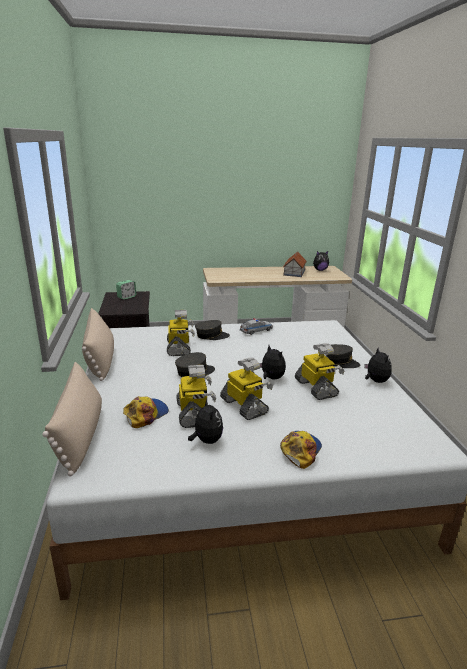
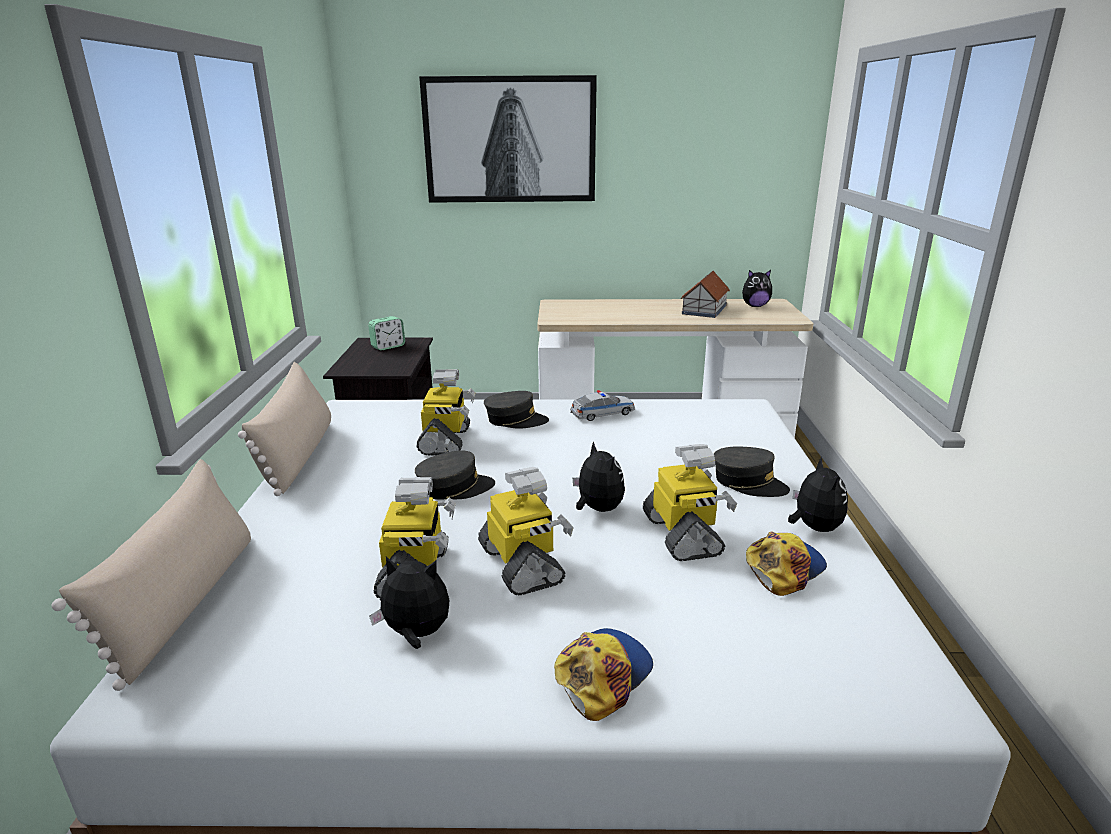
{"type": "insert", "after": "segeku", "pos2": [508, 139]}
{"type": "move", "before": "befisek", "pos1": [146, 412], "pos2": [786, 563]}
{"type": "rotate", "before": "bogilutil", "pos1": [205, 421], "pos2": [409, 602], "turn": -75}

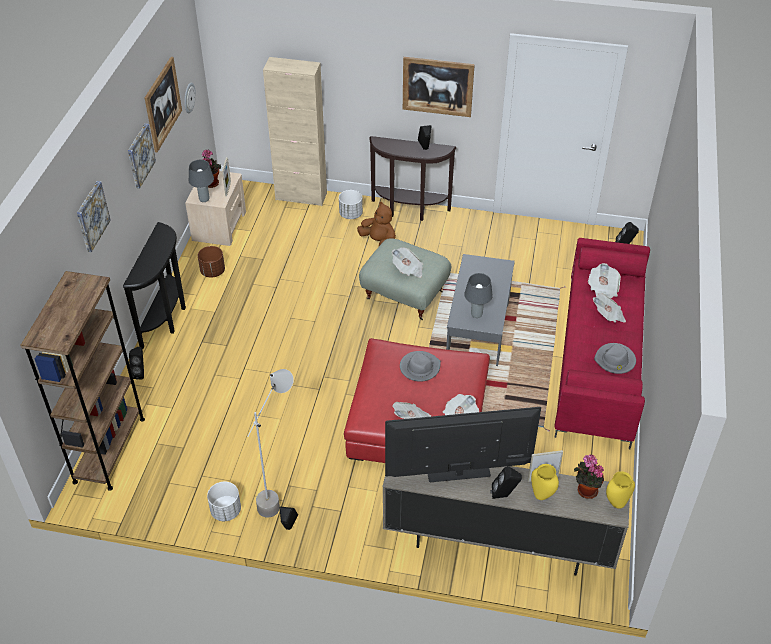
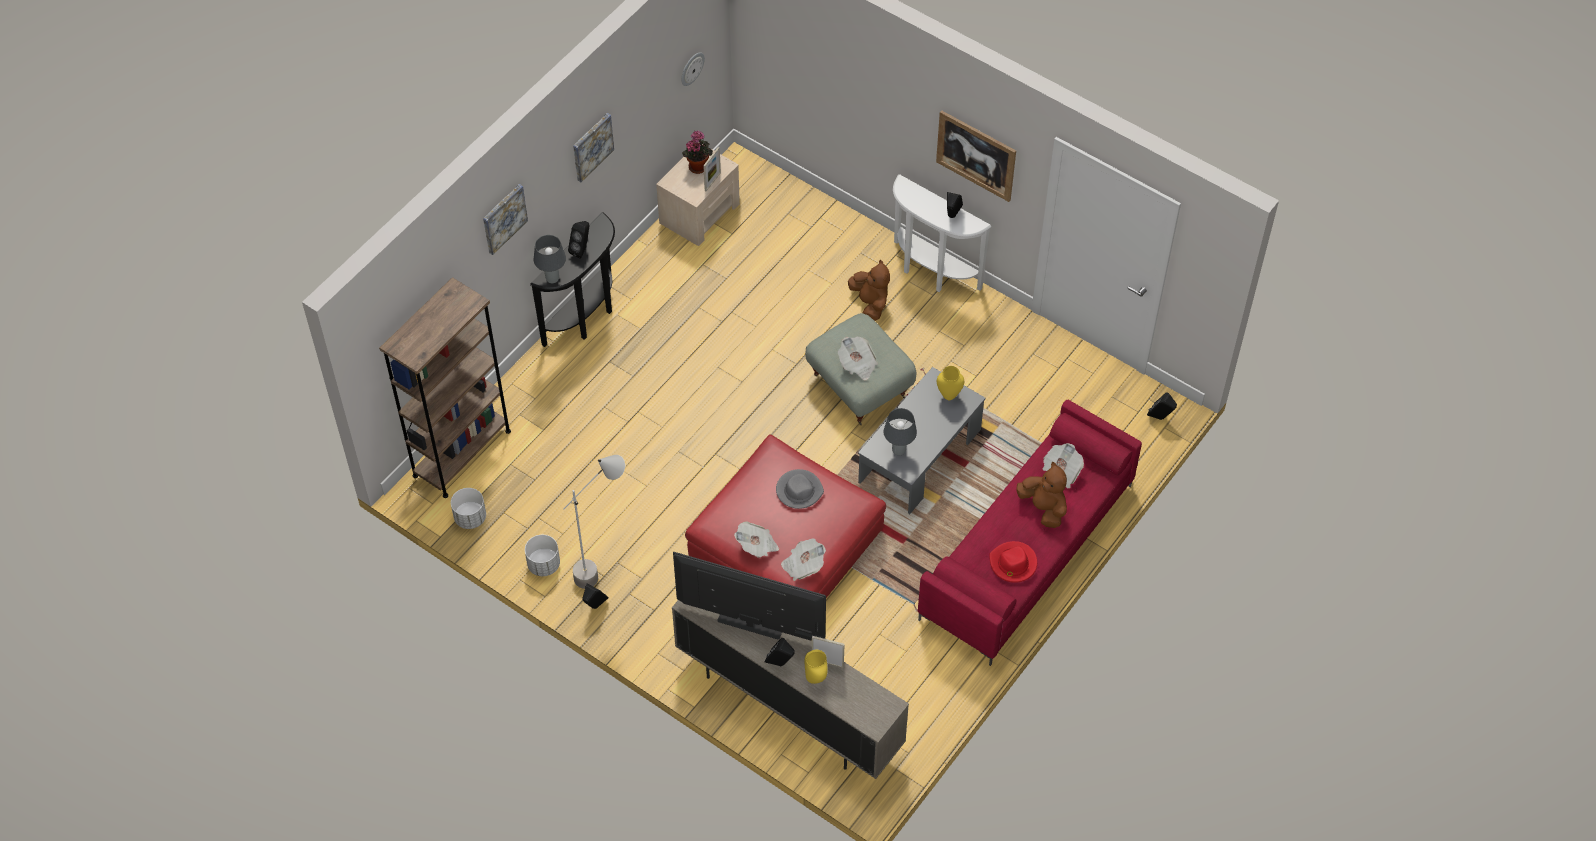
{"type": "delete", "before": "segeku", "pos1": [163, 104]}
{"type": "delete", "before": "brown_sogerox", "pos1": [211, 262]}
{"type": "delete", "before": "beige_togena", "pos1": [295, 131]}
{"type": "delete", "before": "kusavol", "pos1": [589, 477]}
{"type": "move", "before": "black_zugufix", "pos1": [136, 363], "pos2": [579, 240]}
{"type": "move", "before": "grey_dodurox", "pos1": [201, 180], "pos2": [550, 259]}
{"type": "move", "before": "white_sogerox", "pos1": [351, 204], "pos2": [468, 508]}
{"type": "move", "before": "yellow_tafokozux", "pos1": [620, 490], "pos2": [950, 383]}
{"type": "replace", "before": "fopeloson", "after": "brown_bogilutil", "pos1": [609, 308], "pos2": [1041, 495]}
{"type": "recolor", "before": "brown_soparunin", "after": "white_soparunin", "pos1": [413, 178], "pos2": [942, 233]}
{"type": "recolor", "before": "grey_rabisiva", "after": "red_rabisiva", "pos1": [615, 358], "pos2": [1013, 562]}

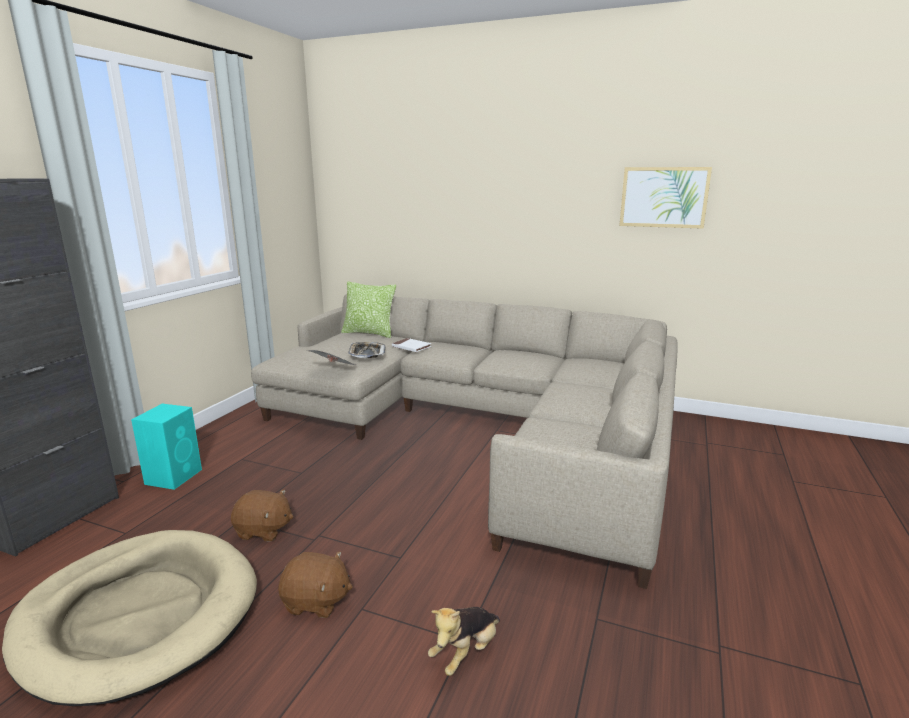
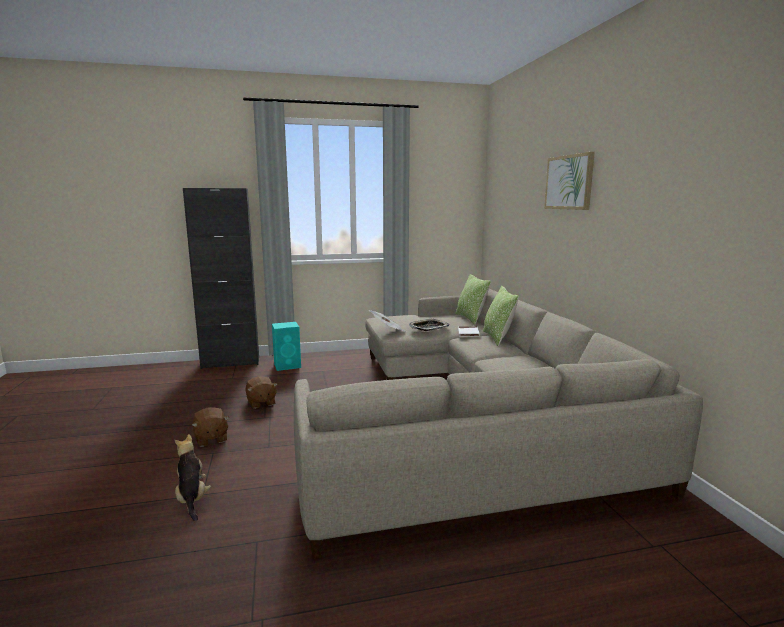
{"type": "delete", "before": "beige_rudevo", "pos1": [129, 618]}
{"type": "insert", "after": "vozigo", "pos2": [501, 316]}
{"type": "move", "before": "segeku", "pos1": [665, 198], "pos2": [569, 181]}
{"type": "rotate", "before": "bogilutil", "pos1": [464, 641], "pos2": [193, 477], "turn": 60}

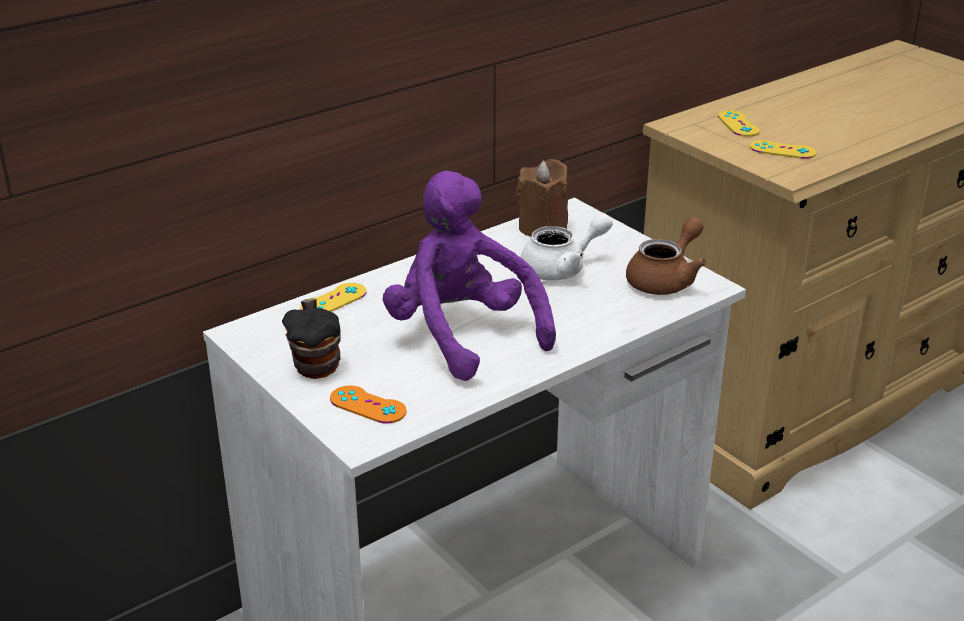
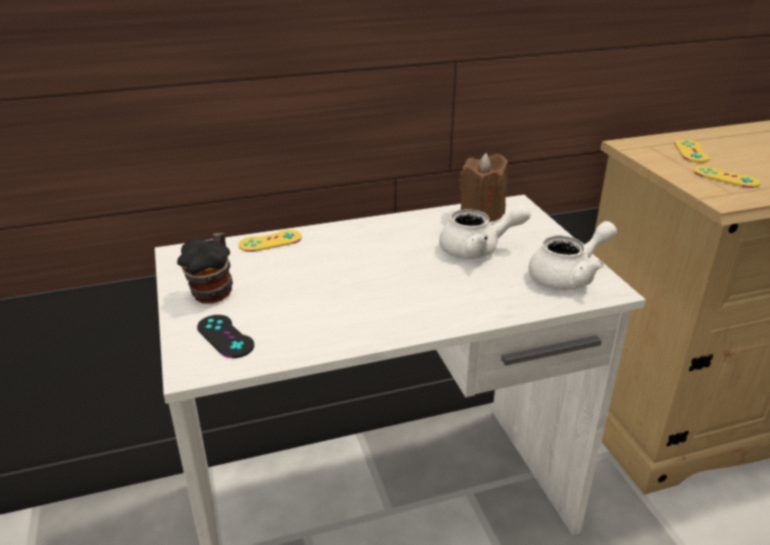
{"type": "delete", "before": "purple_bogilutil", "pos1": [469, 276]}
{"type": "recolor", "before": "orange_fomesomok", "after": "black_fomesomok", "pos1": [368, 404], "pos2": [225, 336]}
{"type": "recolor", "before": "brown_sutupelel", "after": "white_sutupelel", "pos1": [666, 256], "pos2": [573, 255]}

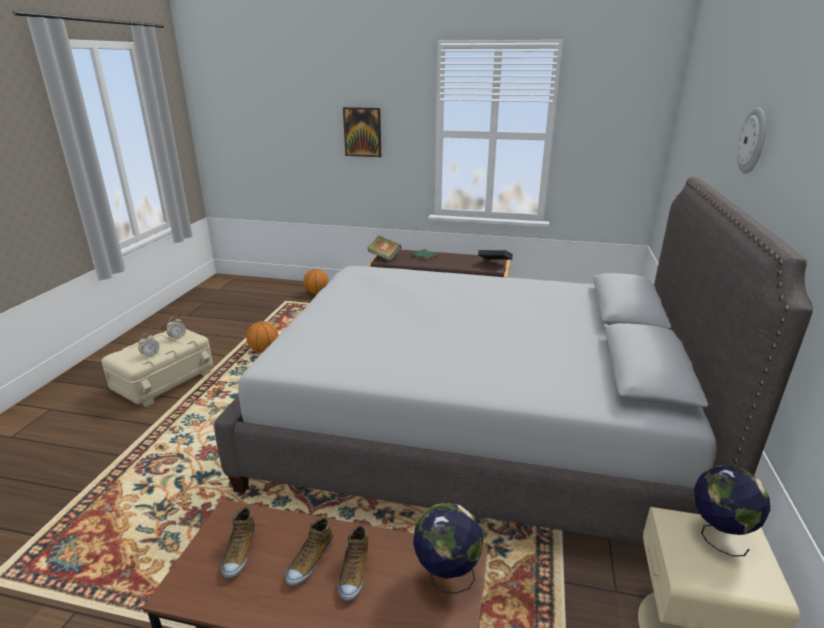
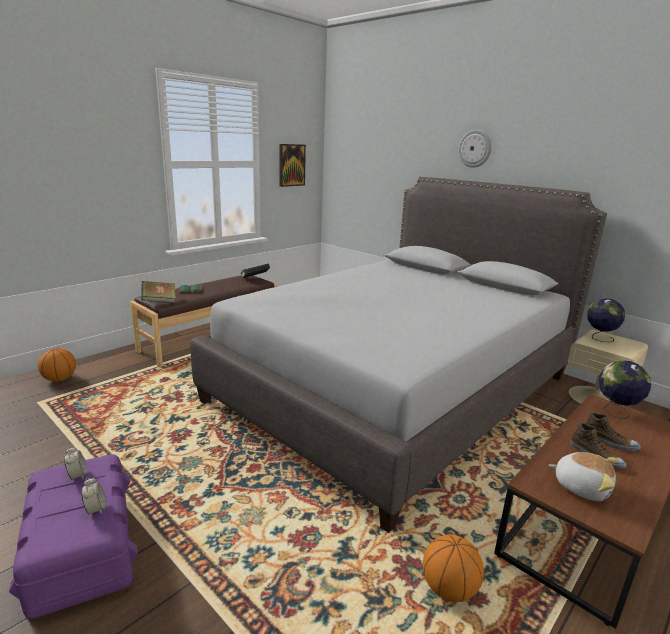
{"type": "move", "before": "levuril", "pos1": [262, 337], "pos2": [453, 568]}
{"type": "move", "before": "segeku", "pos1": [362, 132], "pos2": [292, 165]}
{"type": "replace", "before": "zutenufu", "after": "bogilutil", "pos1": [238, 542], "pos2": [583, 476]}
{"type": "recolor", "before": "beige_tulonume", "after": "purple_tulonume", "pos1": [157, 368], "pos2": [73, 537]}

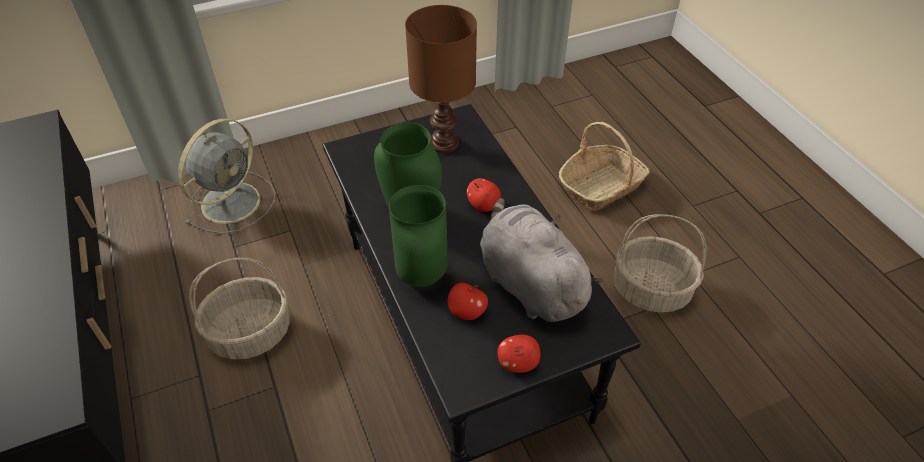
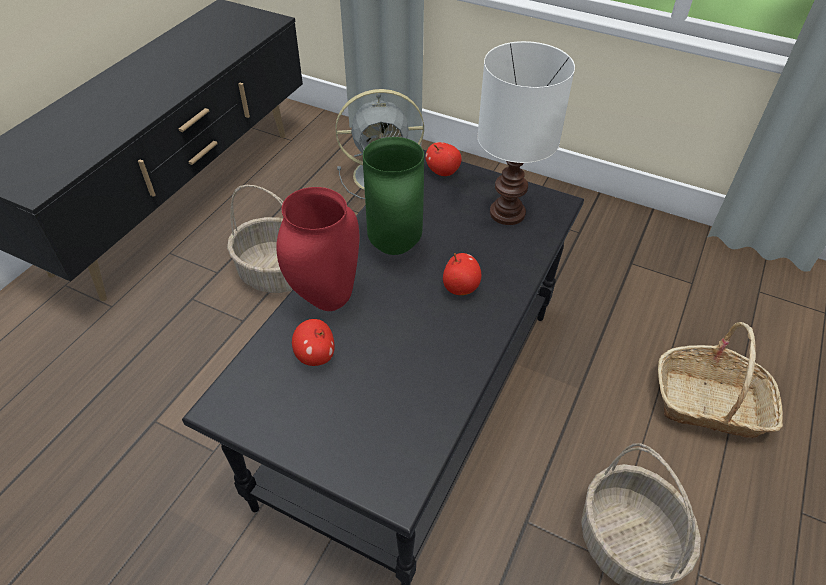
{"type": "delete", "before": "grey_bogilutil", "pos1": [541, 260]}
{"type": "move", "before": "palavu", "pos1": [519, 354], "pos2": [443, 159]}
{"type": "recolor", "before": "green_tafokozux", "after": "red_tafokozux", "pos1": [418, 236], "pos2": [317, 249]}
{"type": "recolor", "before": "brown_dodurox", "after": "white_dodurox", "pos1": [441, 79], "pos2": [526, 133]}

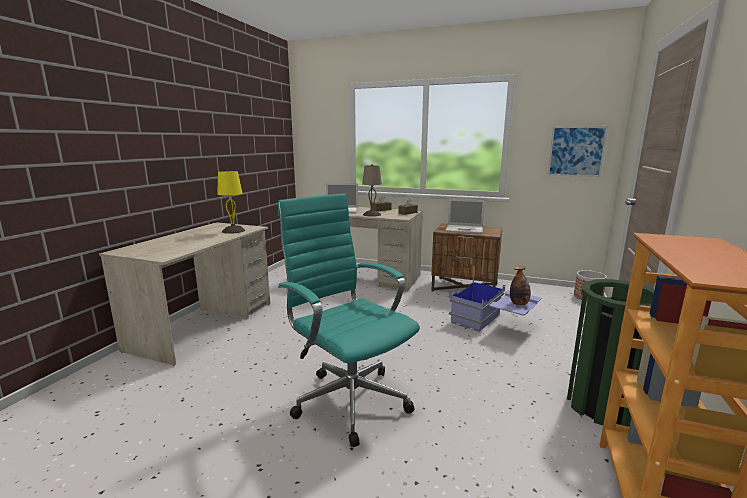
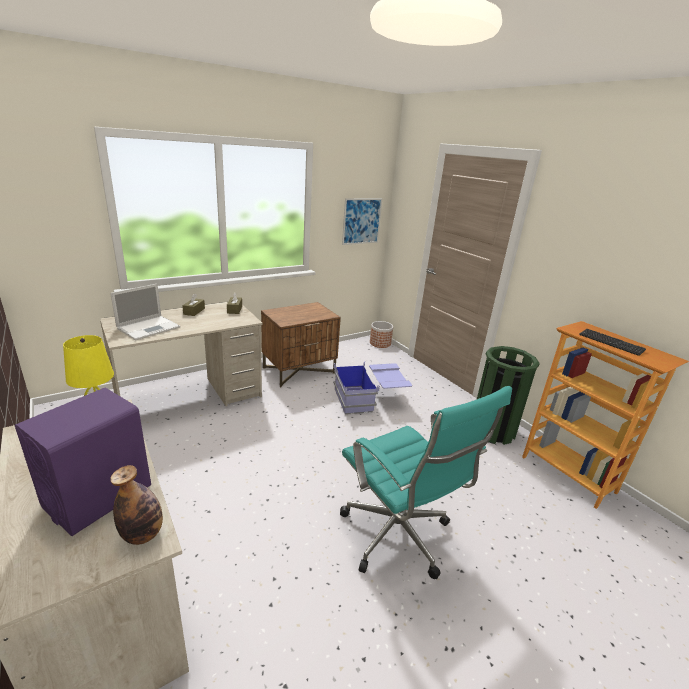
{"type": "delete", "before": "beige_dodurox", "pos1": [372, 190]}
{"type": "delete", "before": "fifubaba", "pos1": [465, 216]}
{"type": "insert", "after": "purple_zugufix", "pos2": [83, 462]}
{"type": "insert", "after": "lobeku", "pos2": [612, 342]}
{"type": "move", "before": "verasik", "pos1": [520, 285], "pos2": [136, 505]}
{"type": "rotate", "before": "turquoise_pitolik", "pos1": [349, 320], "pos2": [426, 482], "turn": -120}

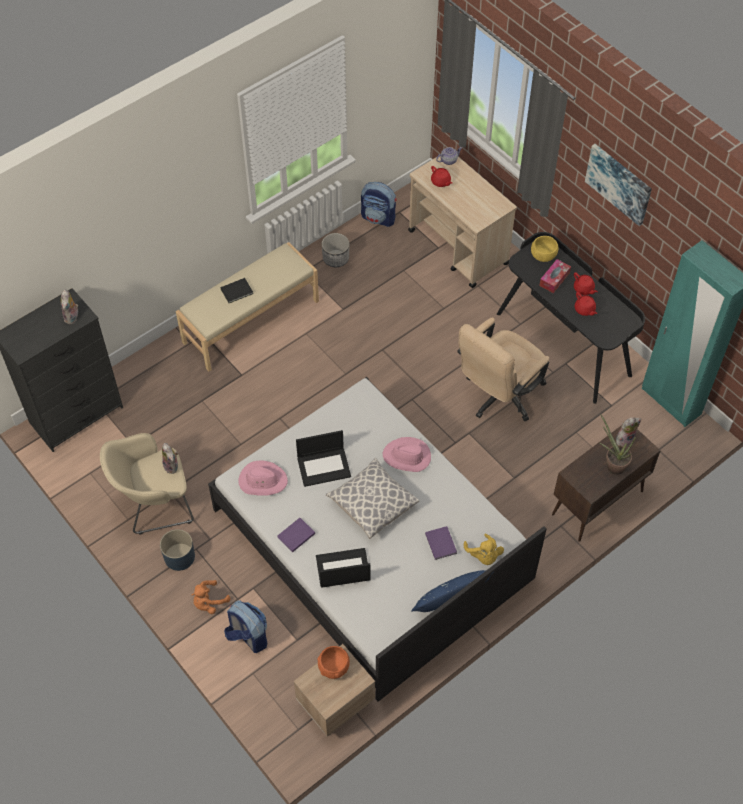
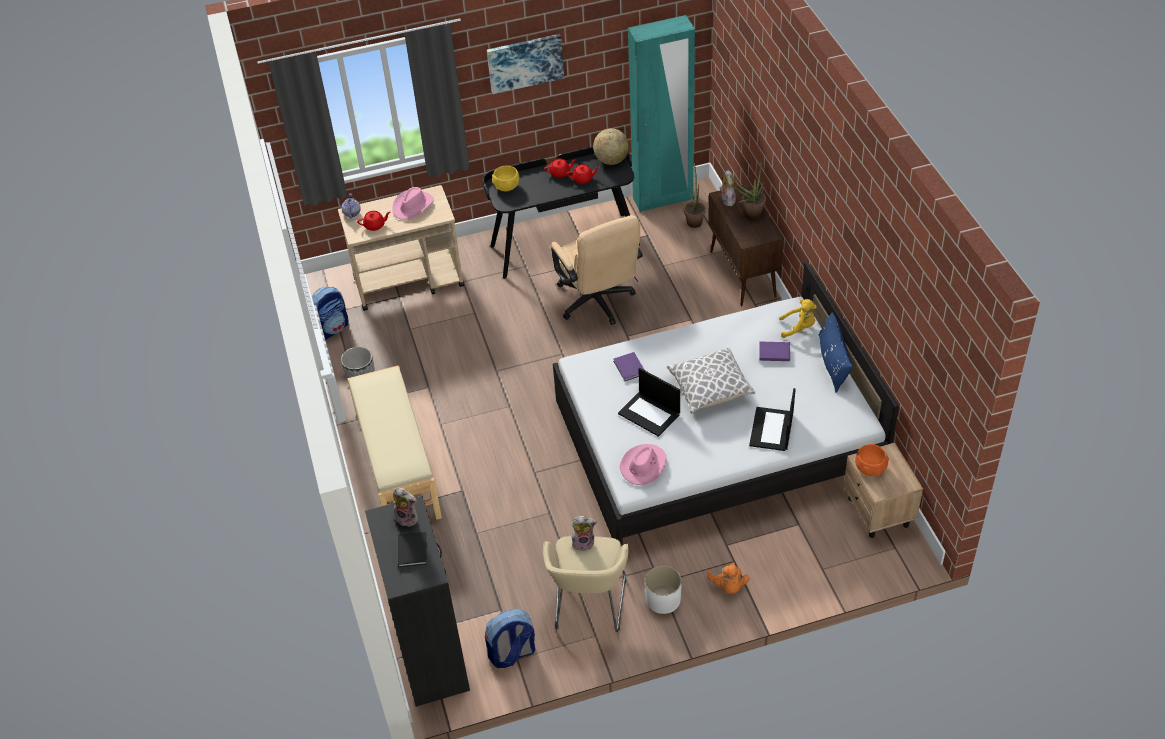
{"type": "delete", "before": "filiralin", "pos1": [555, 276]}
{"type": "insert", "after": "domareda", "pos2": [611, 146]}
{"type": "insert", "after": "kusavol", "pos2": [695, 195]}
{"type": "move", "before": "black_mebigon", "pos1": [236, 290], "pos2": [412, 549]}
{"type": "move", "before": "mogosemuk", "pos1": [245, 626], "pos2": [510, 638]}
{"type": "move", "before": "purple_mebigon", "pos1": [296, 535], "pos2": [628, 366]}
{"type": "move", "before": "pink_rabisiva", "pos1": [407, 454], "pos2": [413, 203]}
{"type": "recolor", "before": "blue_sogerox", "after": "white_sogerox", "pos1": [177, 550], "pos2": [663, 590]}
{"type": "rotate", "before": "fifubaba", "pos1": [323, 458], "pos2": [649, 402], "turn": 120}

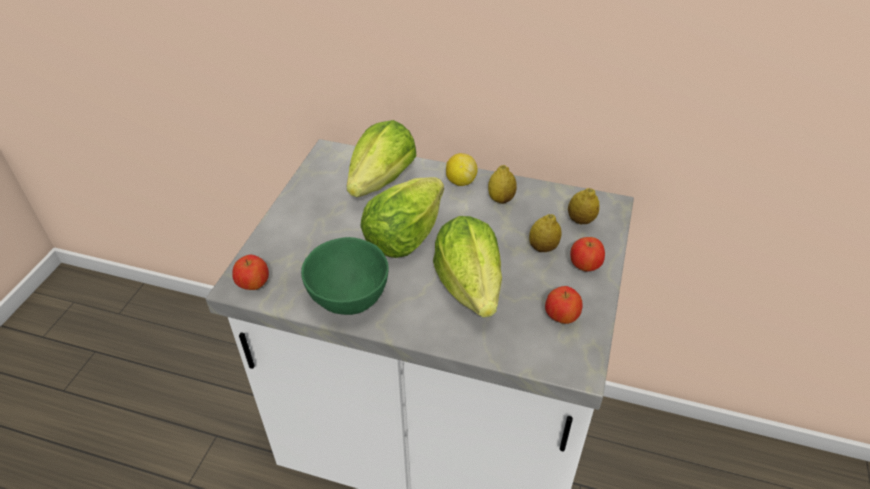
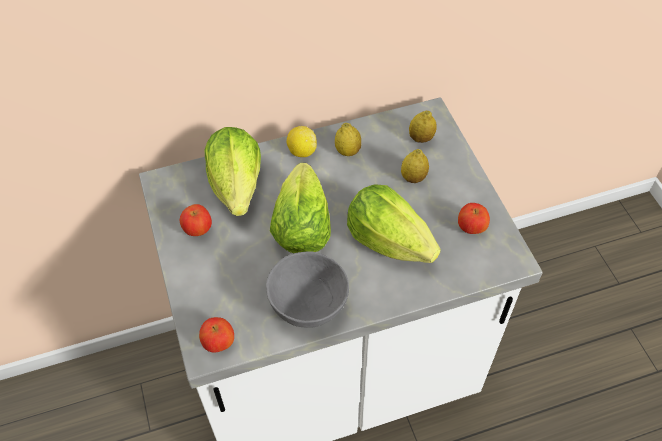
{"type": "move", "before": "palavu", "pos1": [587, 254], "pos2": [196, 220]}
{"type": "recolor", "before": "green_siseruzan", "after": "grey_siseruzan", "pos1": [345, 276], "pos2": [307, 289]}

